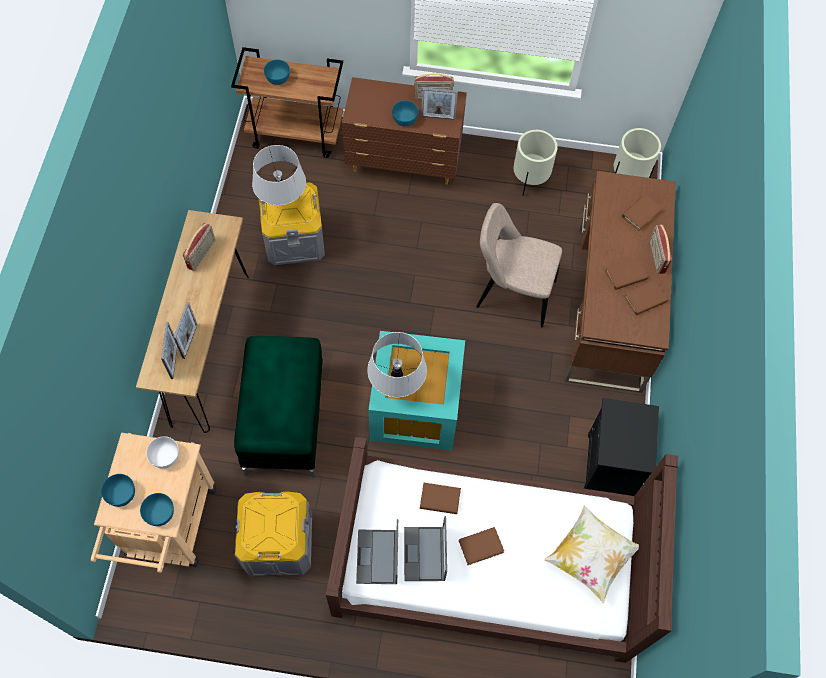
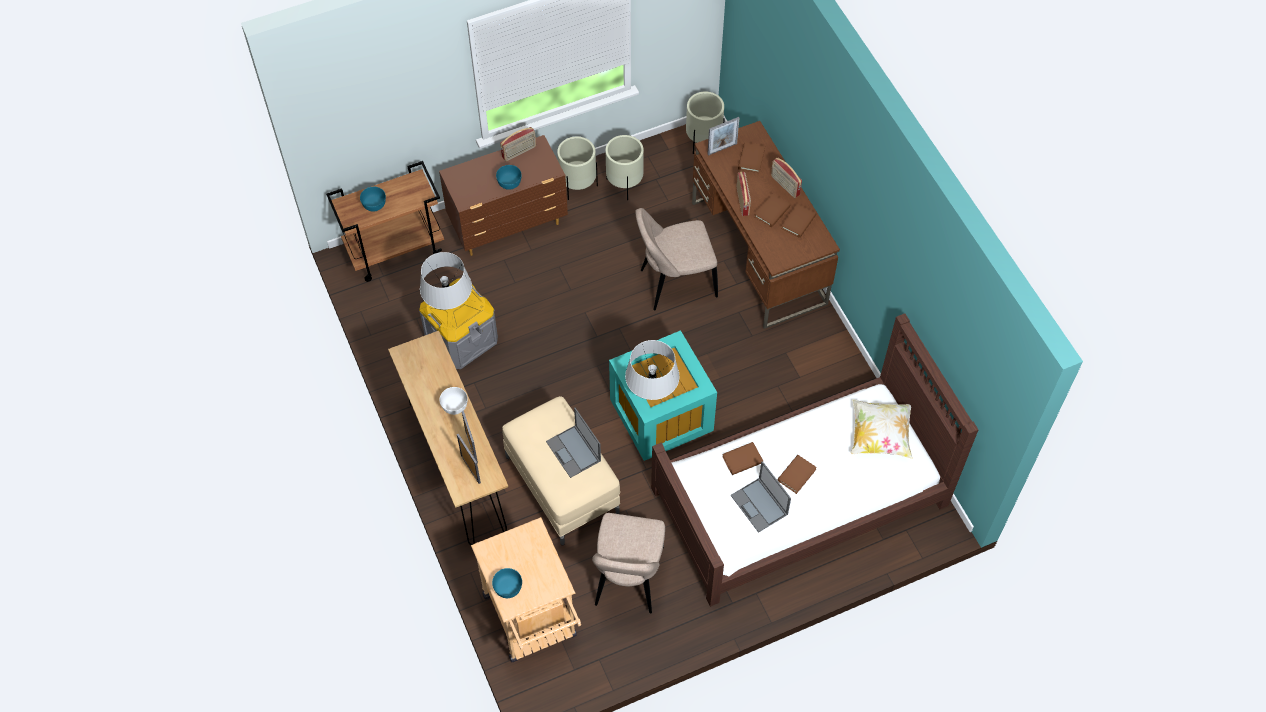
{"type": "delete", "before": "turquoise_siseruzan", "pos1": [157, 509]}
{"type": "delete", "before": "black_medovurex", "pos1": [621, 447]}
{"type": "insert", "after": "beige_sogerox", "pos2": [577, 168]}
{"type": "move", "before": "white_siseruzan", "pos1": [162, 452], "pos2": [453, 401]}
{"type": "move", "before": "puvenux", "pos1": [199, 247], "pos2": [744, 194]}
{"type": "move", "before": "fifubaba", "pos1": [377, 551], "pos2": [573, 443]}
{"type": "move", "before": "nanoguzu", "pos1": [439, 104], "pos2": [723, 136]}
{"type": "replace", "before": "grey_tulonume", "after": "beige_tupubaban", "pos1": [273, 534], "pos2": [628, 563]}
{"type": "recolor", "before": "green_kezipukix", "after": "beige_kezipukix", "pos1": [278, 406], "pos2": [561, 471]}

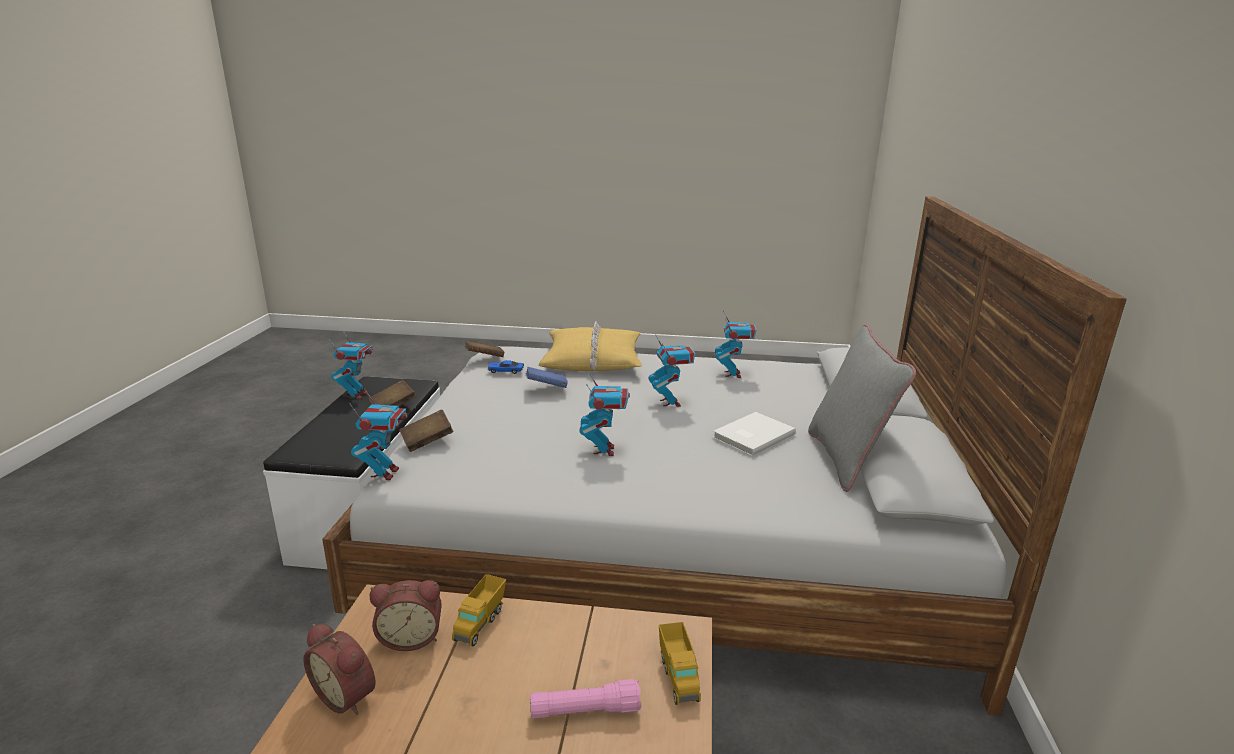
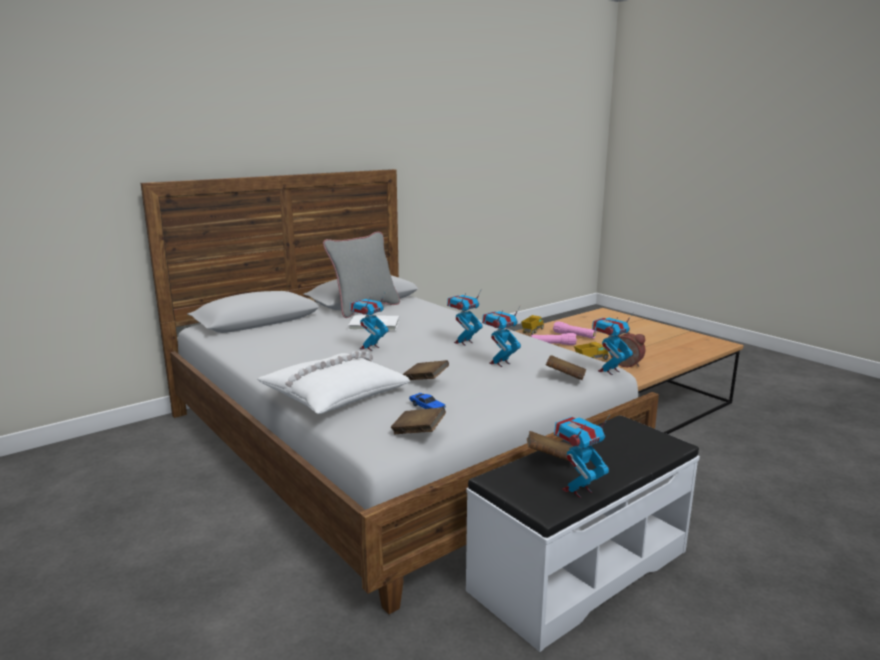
{"type": "delete", "before": "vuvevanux", "pos1": [339, 669]}
{"type": "insert", "after": "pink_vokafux", "pos2": [554, 339]}
{"type": "move", "before": "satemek", "pos1": [736, 344], "pos2": [501, 336]}
{"type": "recolor", "before": "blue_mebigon", "after": "brown_mebigon", "pos1": [546, 377], "pos2": [426, 370]}
{"type": "recolor", "before": "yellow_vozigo", "after": "white_vozigo", "pos1": [590, 346], "pos2": [333, 382]}

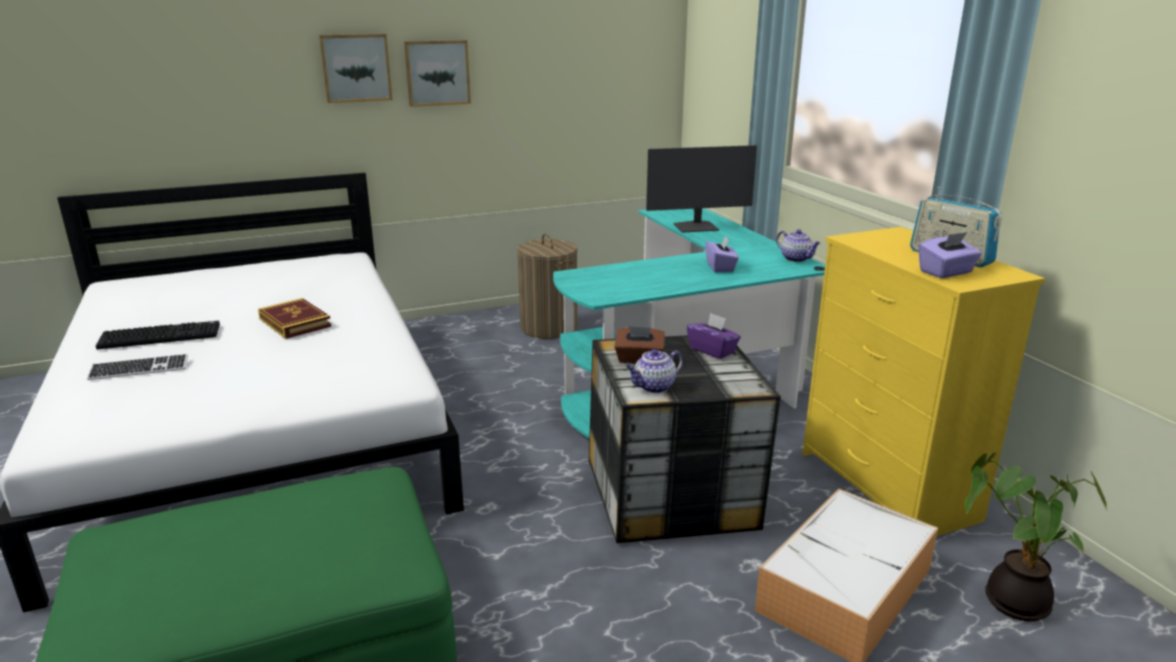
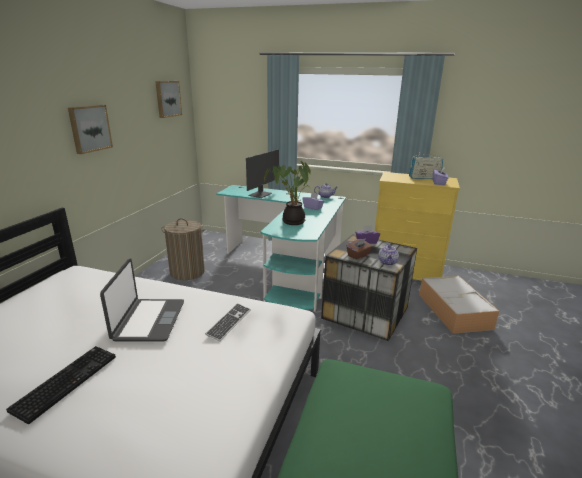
{"type": "move", "before": "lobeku", "pos1": [137, 367], "pos2": [228, 322]}
{"type": "move", "before": "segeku", "pos1": [355, 68], "pos2": [168, 99]}
{"type": "move", "before": "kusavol", "pos1": [1036, 536], "pos2": [287, 193]}
{"type": "replace", "before": "mebigon", "after": "fifubaba", "pos1": [295, 318], "pos2": [142, 300]}

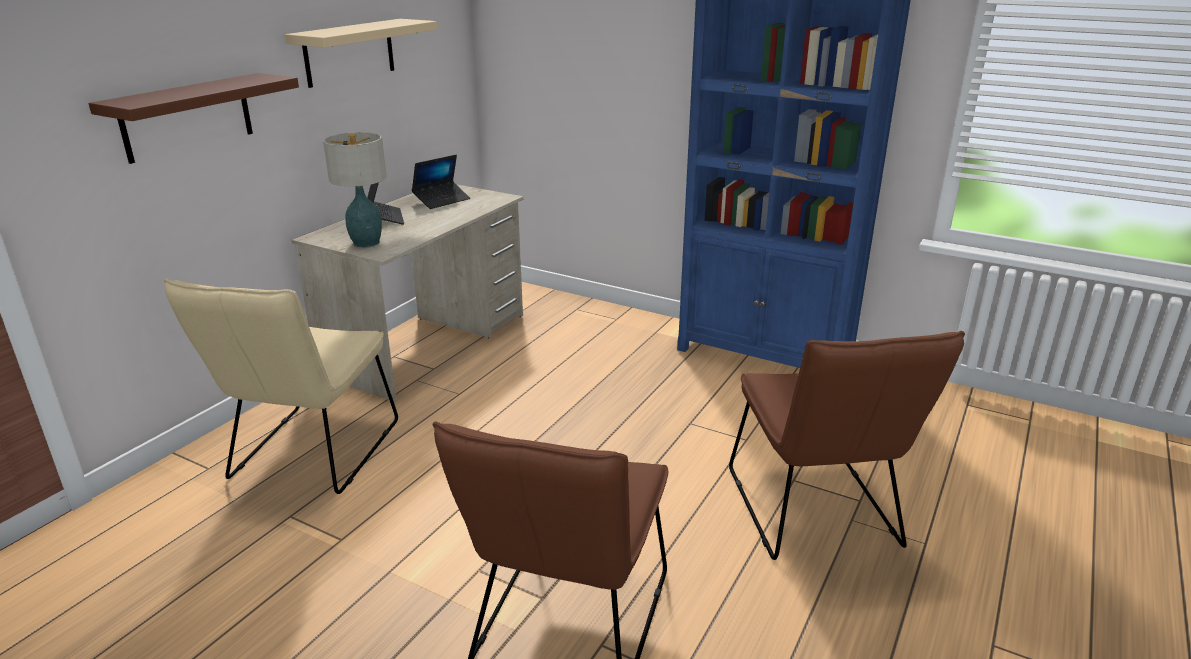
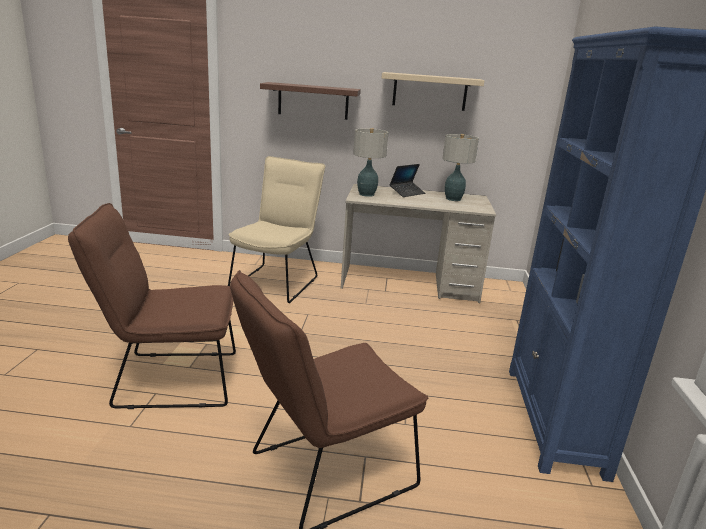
{"type": "replace", "before": "fifubaba", "after": "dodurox", "pos1": [441, 182], "pos2": [460, 167]}
{"type": "rotate", "before": "beige_tupubaban", "pos1": [281, 386], "pos2": [276, 229], "turn": 120}

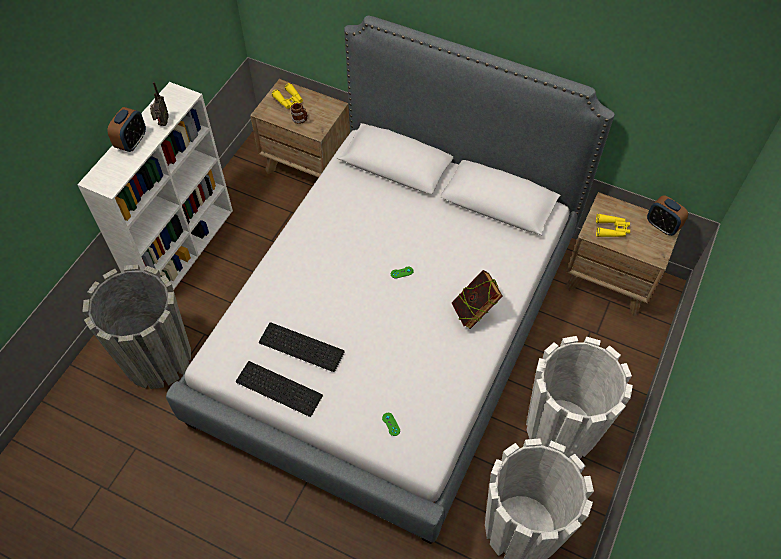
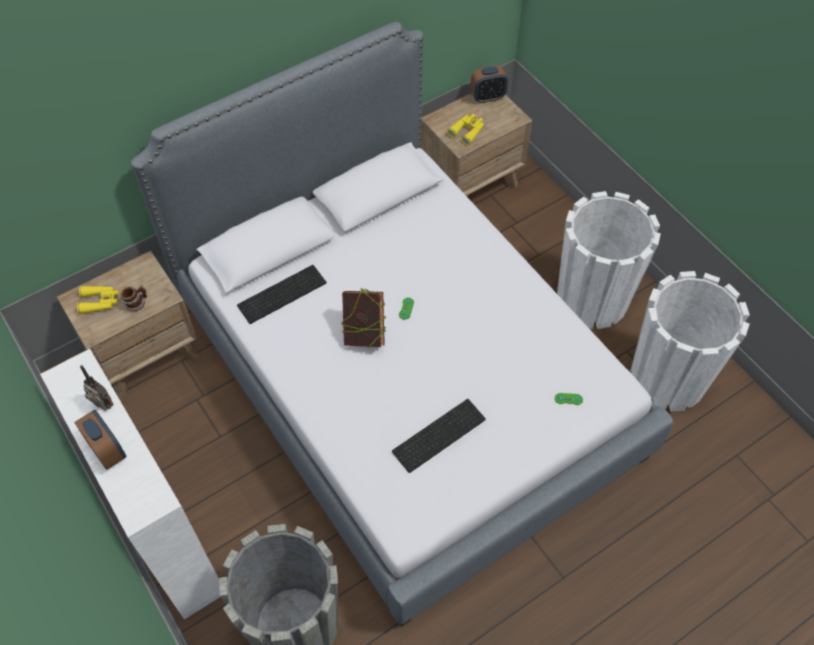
{"type": "move", "before": "lobeku", "pos1": [279, 389], "pos2": [281, 294]}
{"type": "move", "before": "mebigon", "pos1": [477, 299], "pos2": [363, 318]}

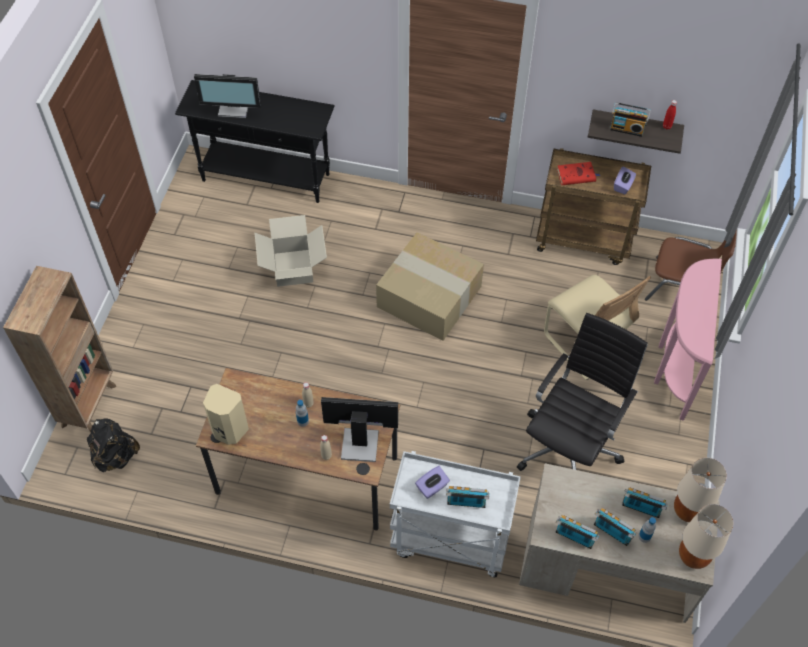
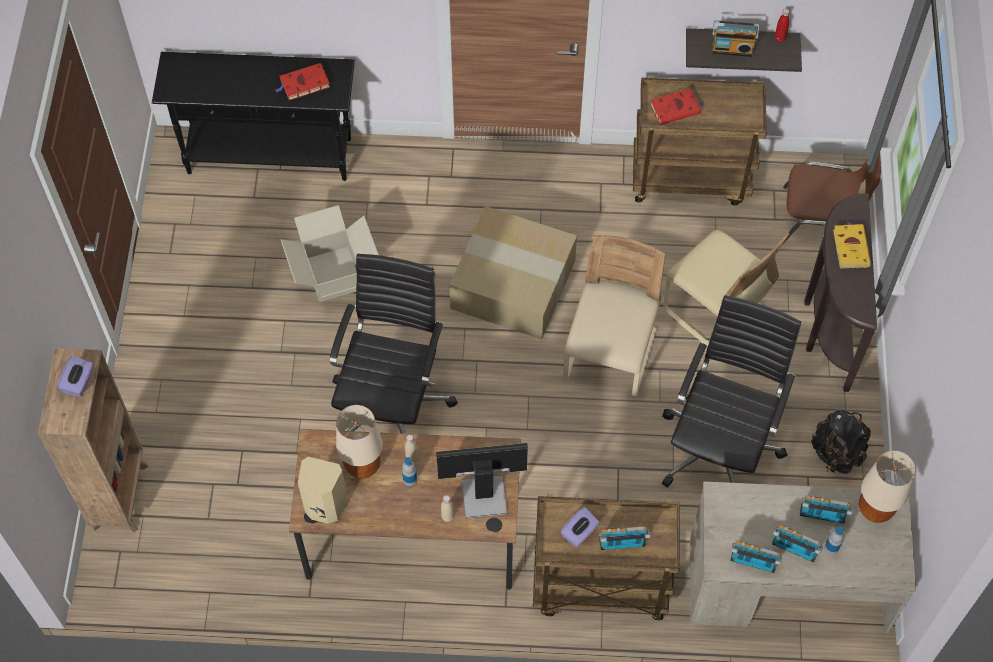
{"type": "delete", "before": "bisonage", "pos1": [227, 96]}
{"type": "insert", "after": "red_mebigon", "pos2": [302, 81]}
{"type": "insert", "after": "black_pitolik", "pos2": [394, 344]}
{"type": "insert", "after": "beige_tupubaban", "pos2": [614, 315]}
{"type": "insert", "after": "yellow_mebigon", "pos2": [852, 245]}
{"type": "move", "before": "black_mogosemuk", "pos1": [113, 445], "pos2": [841, 442]}
{"type": "move", "before": "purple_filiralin", "pos1": [625, 180], "pos2": [75, 376]}
{"type": "move", "before": "beige_dodurox", "pos1": [706, 536], "pos2": [359, 441]}
{"type": "recolor", "before": "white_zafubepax", "after": "brown_zafubepax", "pos1": [455, 514], "pos2": [606, 557]}
{"type": "recolor", "before": "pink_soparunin", "after": "brown_soparunin", "pos1": [688, 340], "pos2": [840, 292]}

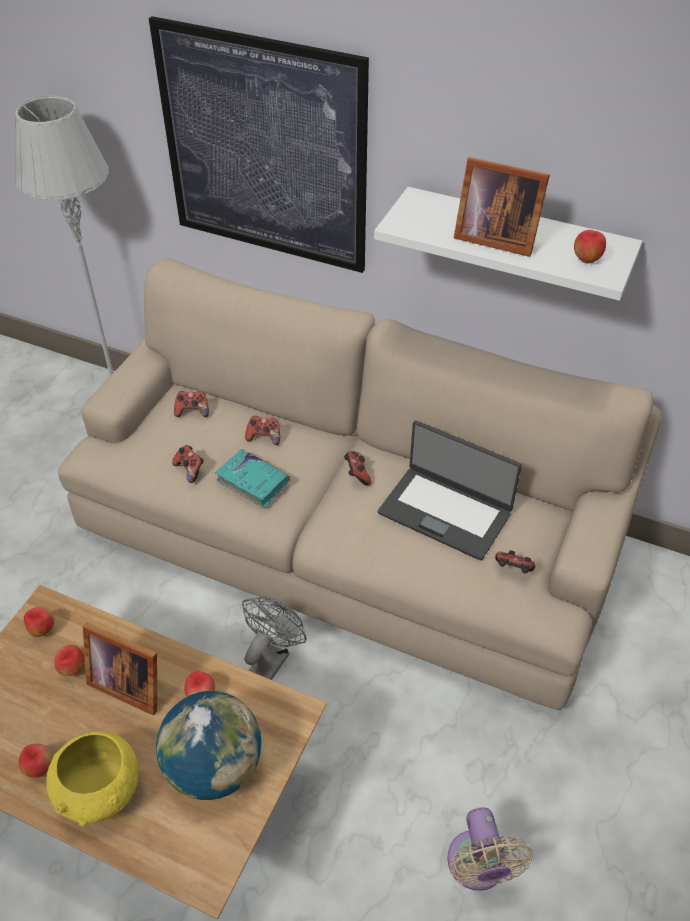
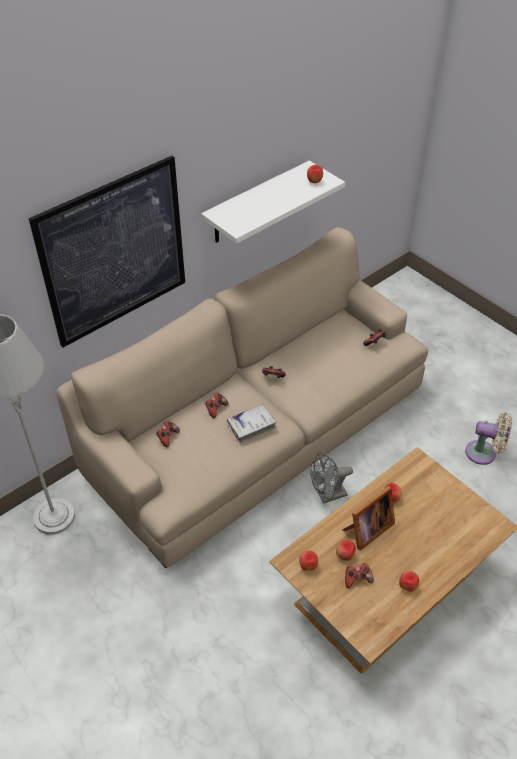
{"type": "delete", "before": "yellow_siseruzan", "pos1": [92, 778]}
{"type": "delete", "before": "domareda", "pos1": [208, 745]}
{"type": "delete", "before": "fifubaba", "pos1": [450, 490]}
{"type": "delete", "before": "nanoguzu", "pos1": [502, 207]}
{"type": "move", "before": "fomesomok", "pos1": [188, 464], "pos2": [359, 575]}
{"type": "recolor", "before": "turquoise_mebigon", "after": "white_mebigon", "pos1": [253, 478], "pos2": [251, 423]}
{"type": "rotate", "before": "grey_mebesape", "pos1": [274, 638], "pos2": [331, 478], "turn": -75}

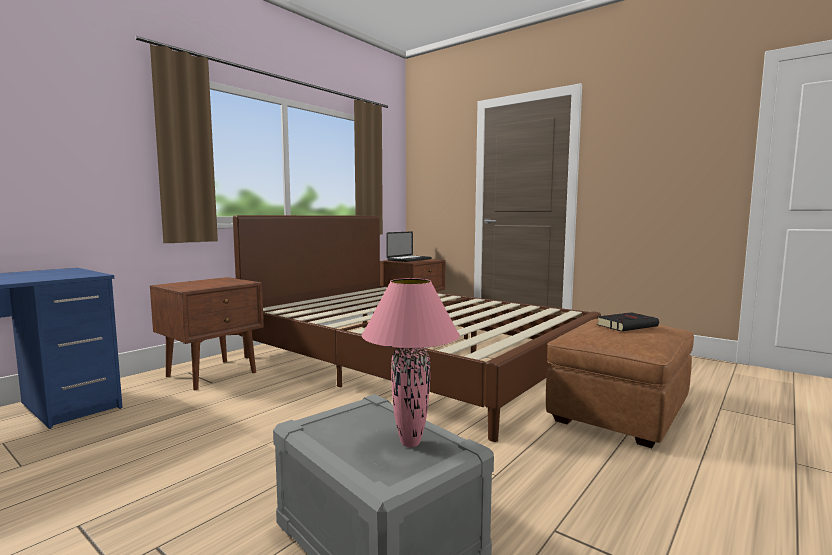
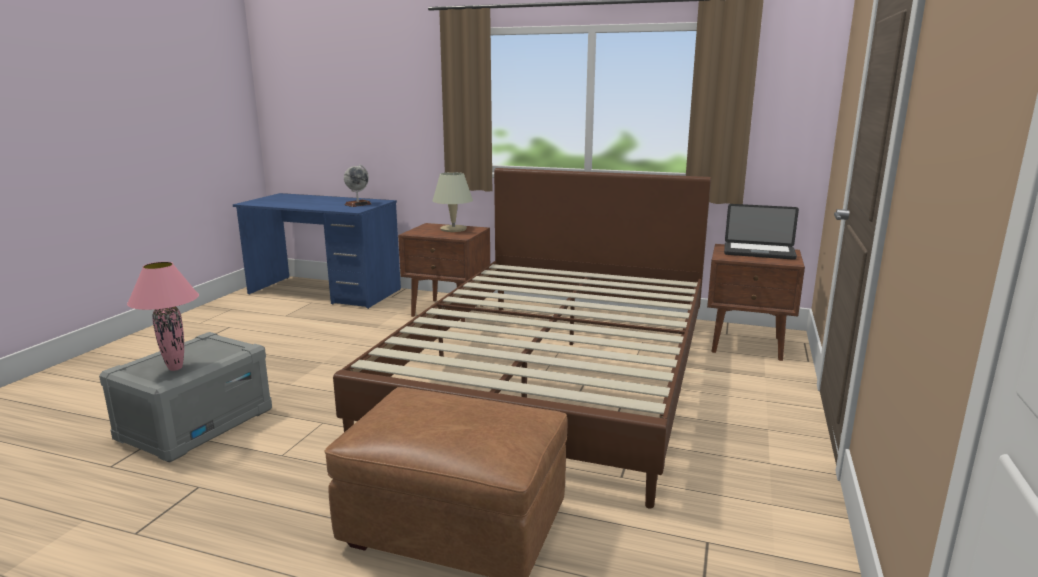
{"type": "delete", "before": "black_mebigon", "pos1": [627, 321]}
{"type": "insert", "after": "domareda", "pos2": [357, 185]}
{"type": "insert", "after": "beige_dodurox", "pos2": [453, 202]}

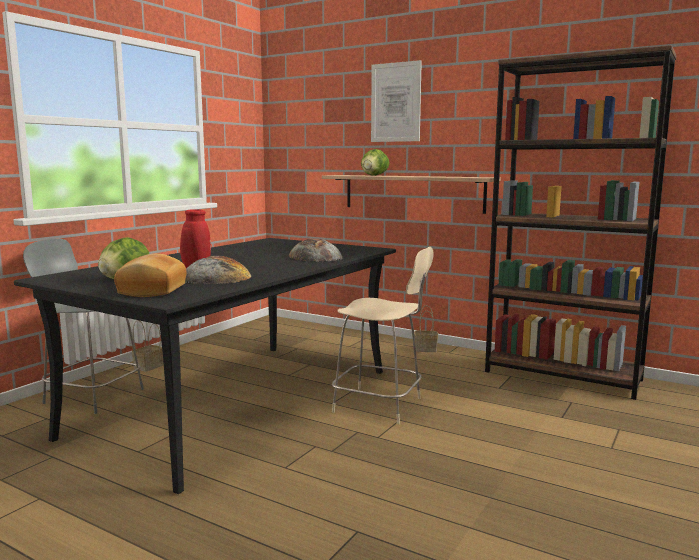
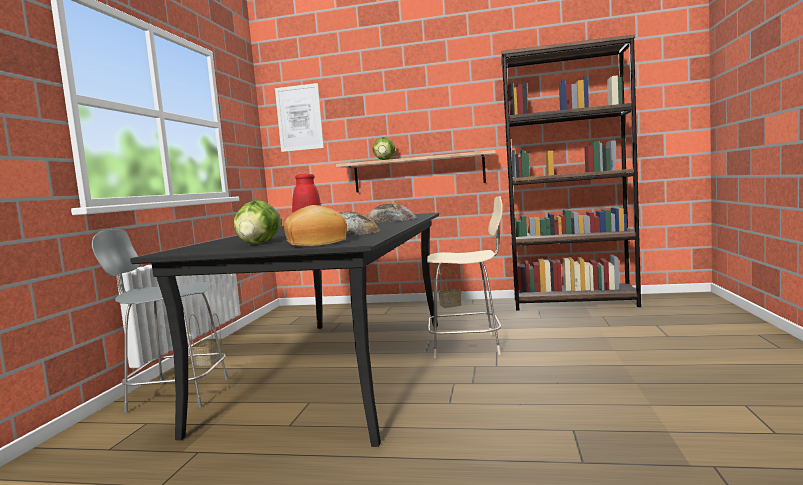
{"type": "move", "before": "segeku", "pos1": [396, 101], "pos2": [299, 117]}

